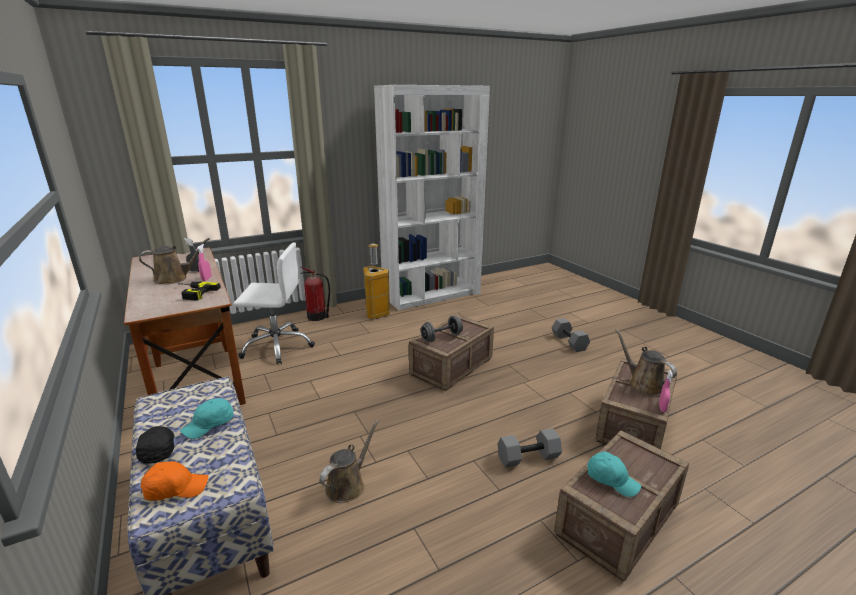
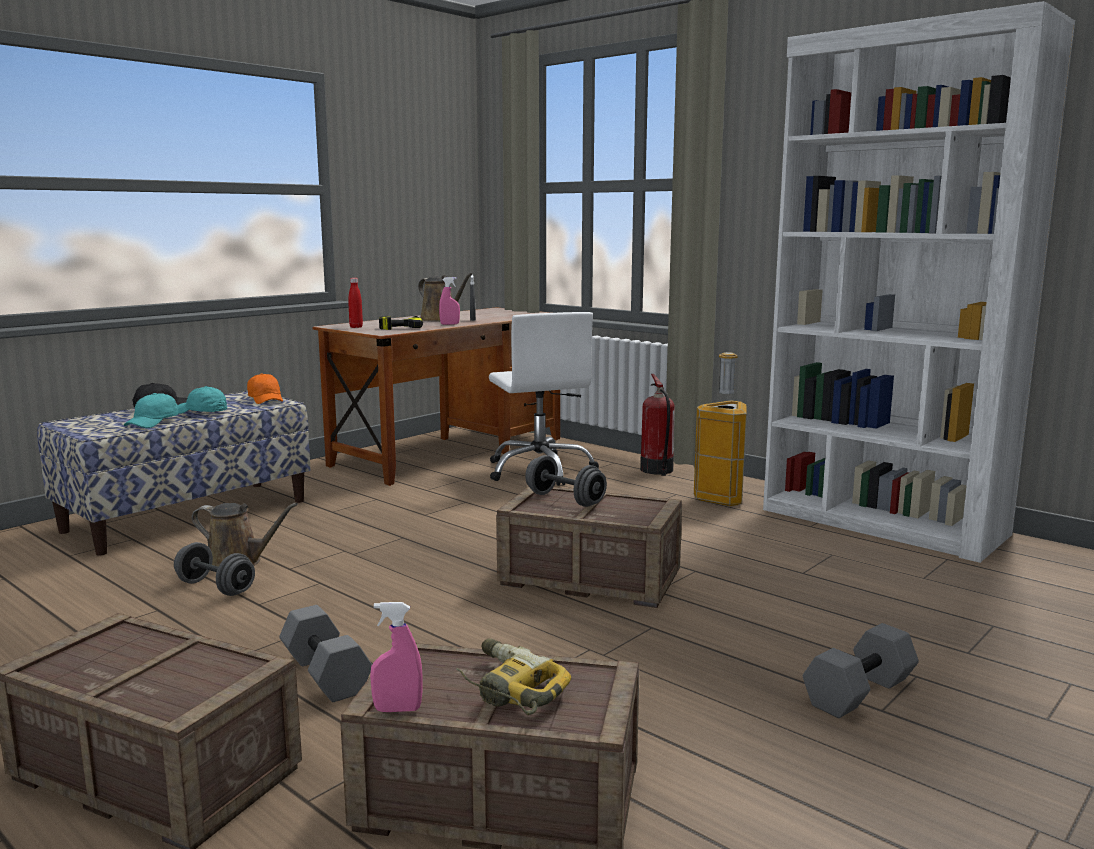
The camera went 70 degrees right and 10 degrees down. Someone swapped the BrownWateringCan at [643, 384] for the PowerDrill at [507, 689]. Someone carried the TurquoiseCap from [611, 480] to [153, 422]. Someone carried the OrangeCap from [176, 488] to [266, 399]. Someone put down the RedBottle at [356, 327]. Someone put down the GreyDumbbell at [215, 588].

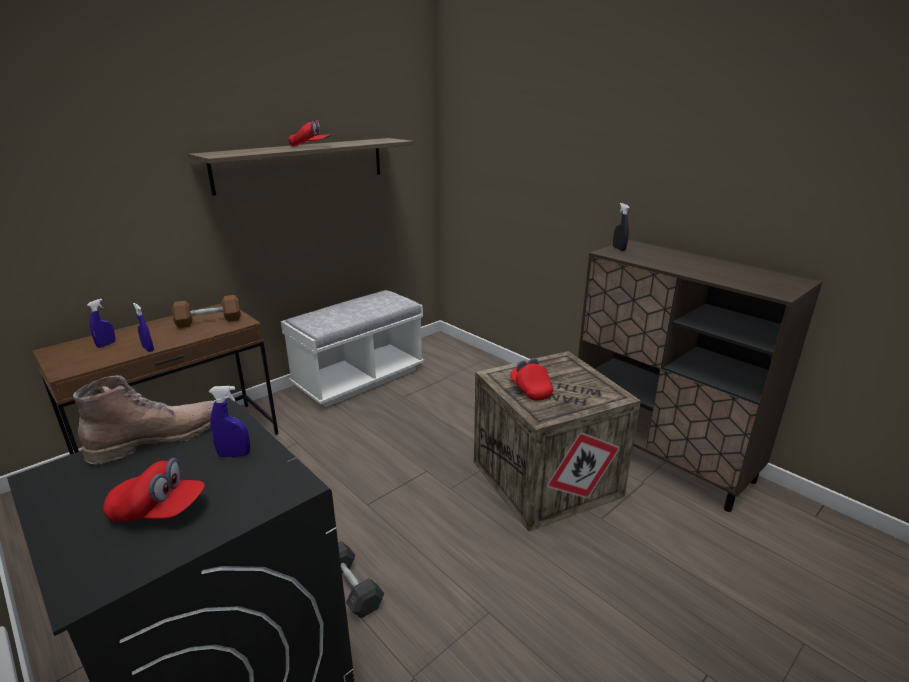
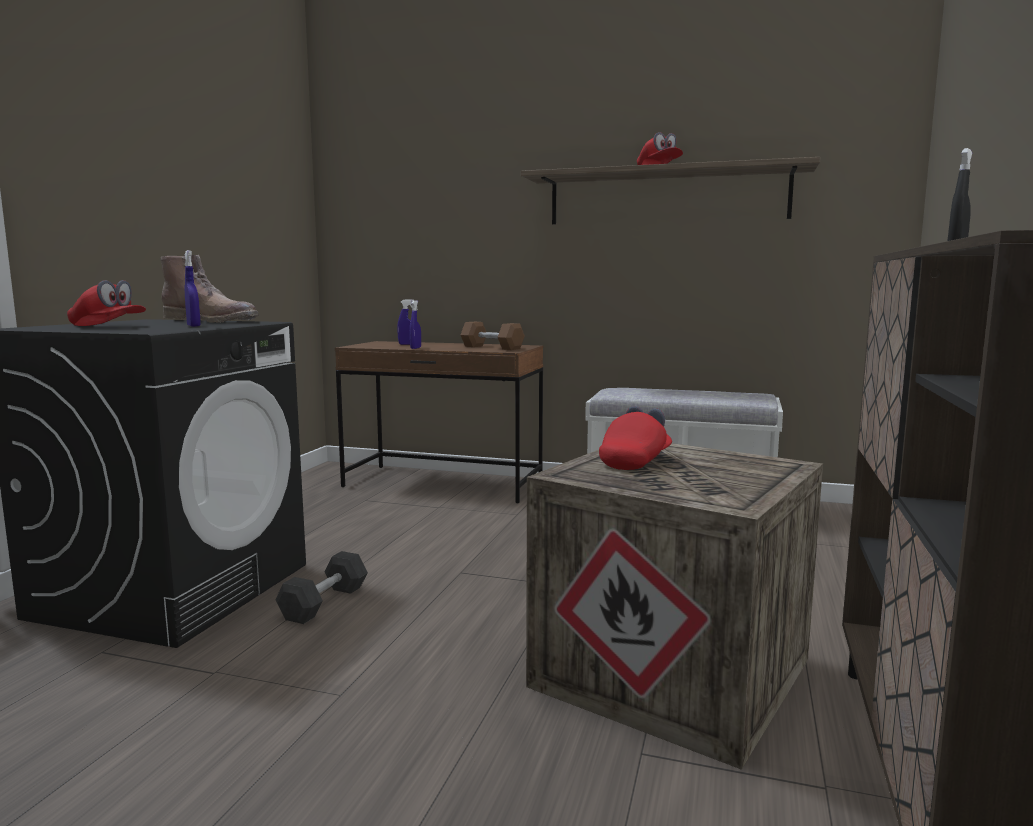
The camera went 60 degrees right and 15 degrees down. Someone rotated the RedCap at [159, 510] by 45 degrees counterclockwise.

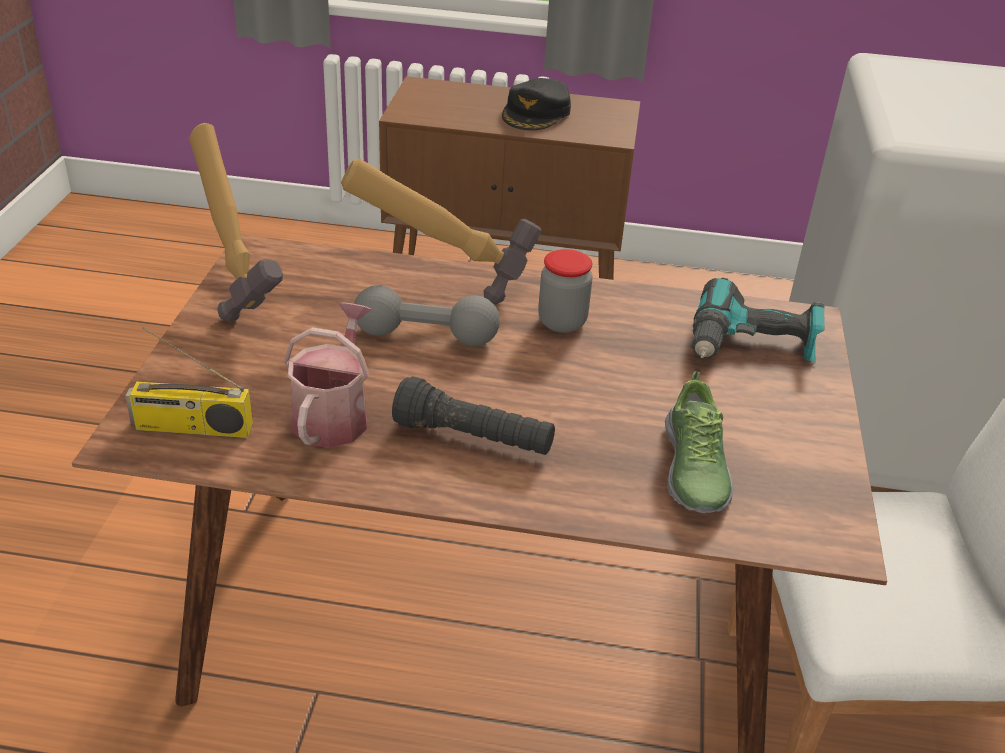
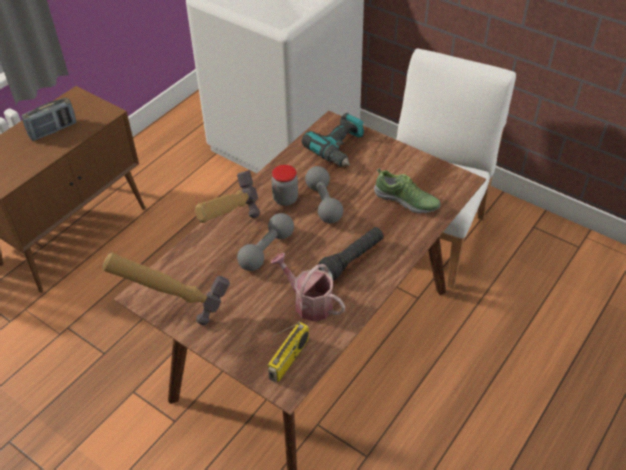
The camera went 60 degrees left and 10 degrees up. Someone swapped the BlackCap at [536, 113] for the Radio at [53, 130]. Someone put down the GreyDumbbell at [323, 203].

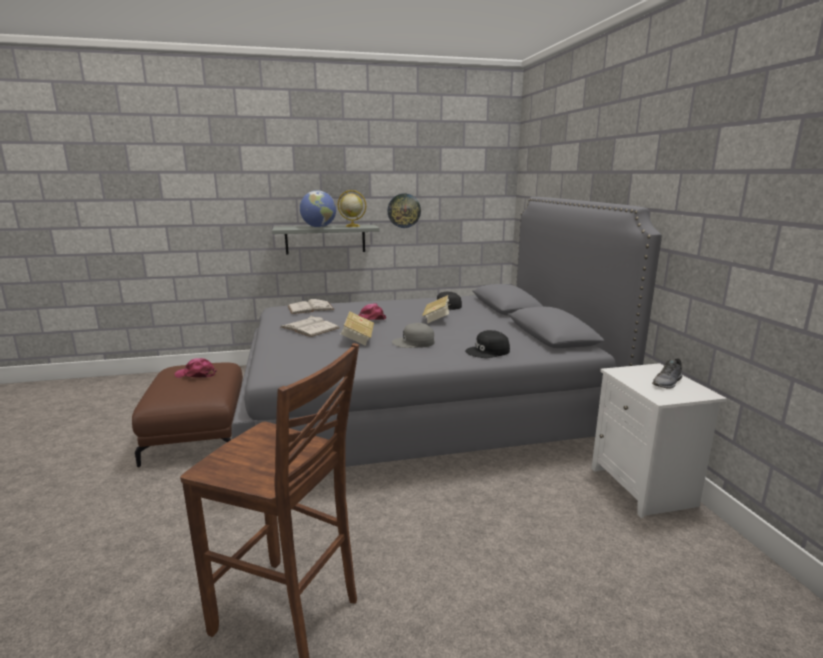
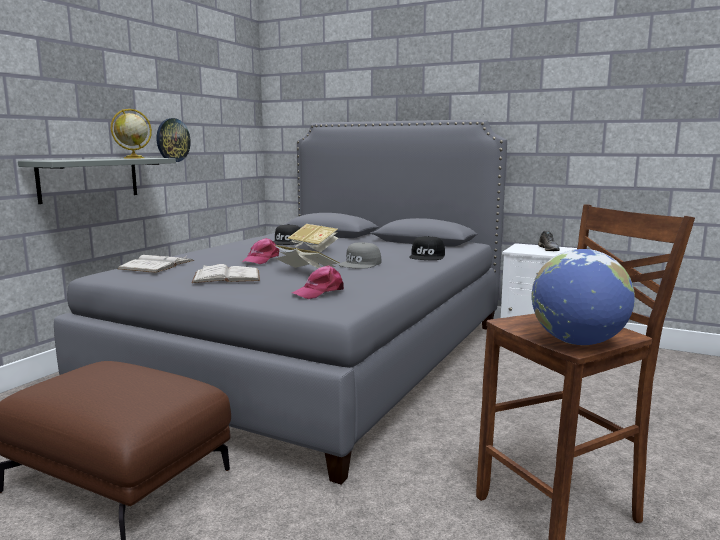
The camera went 50 degrees left and 5 degrees down. Someone carried the Globe from [319, 227] to [577, 342]. Someone carried the PinkCap from [196, 374] to [319, 292].

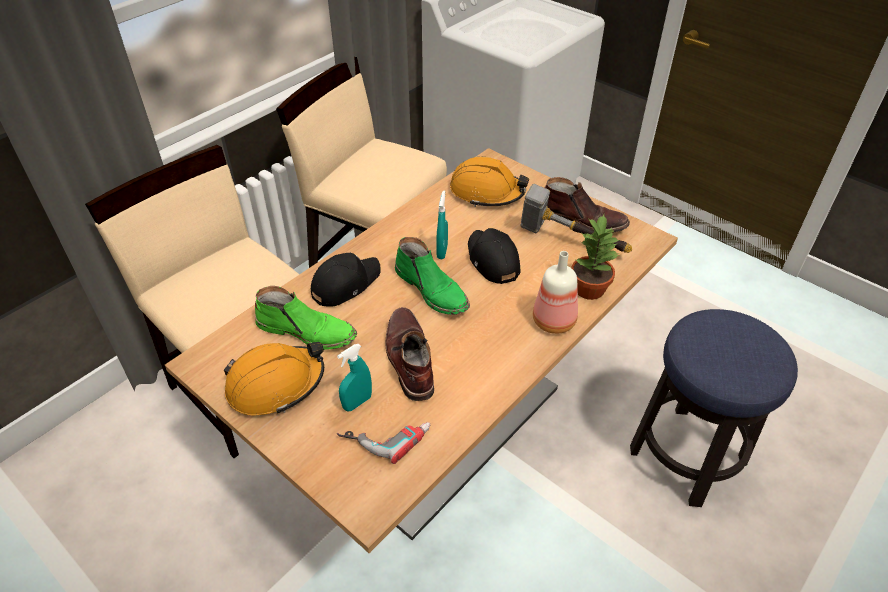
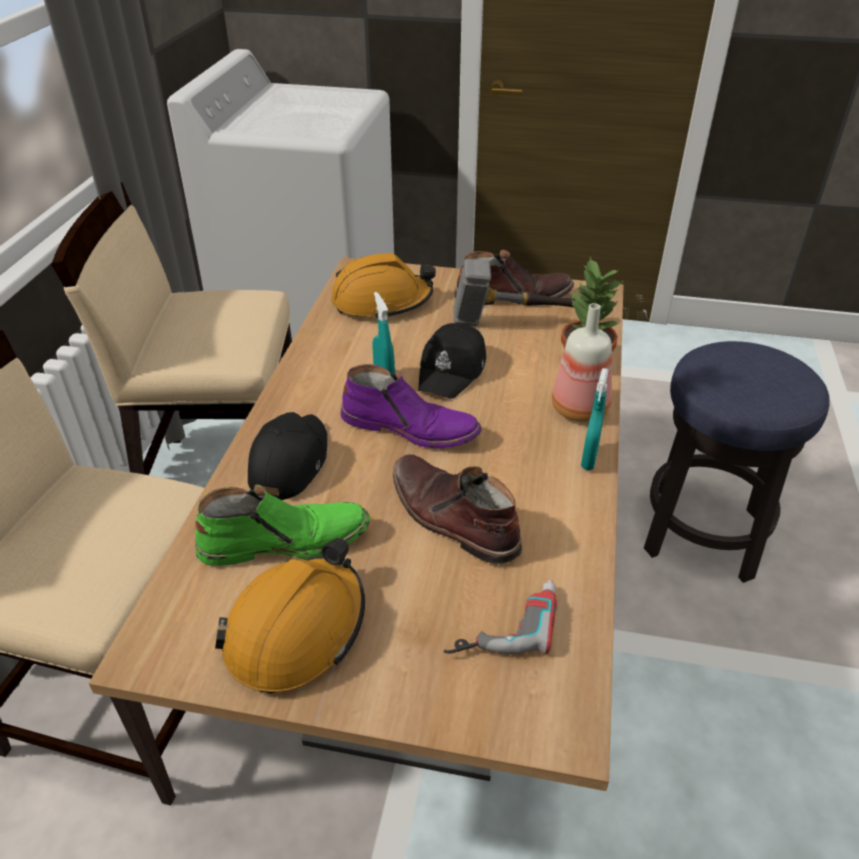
The camera went 30 degrees left and 5 degrees down. Someone rotated the BlackCap at [492, 260] by 105 degrees counterclockwise. Someone repainted the GreenBoot at [432, 290], which became the PurpleBoot at [410, 427]. Someone carried the TurquoiseSprayBottle from [357, 402] to [589, 459].

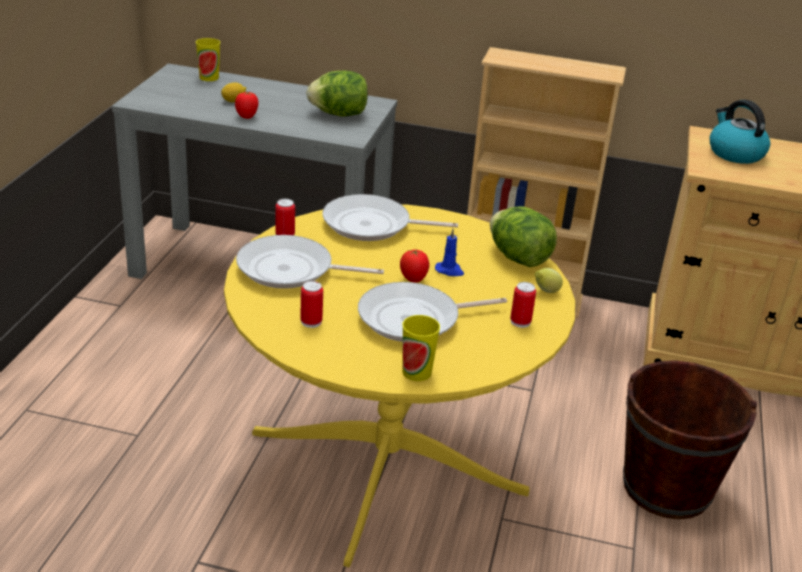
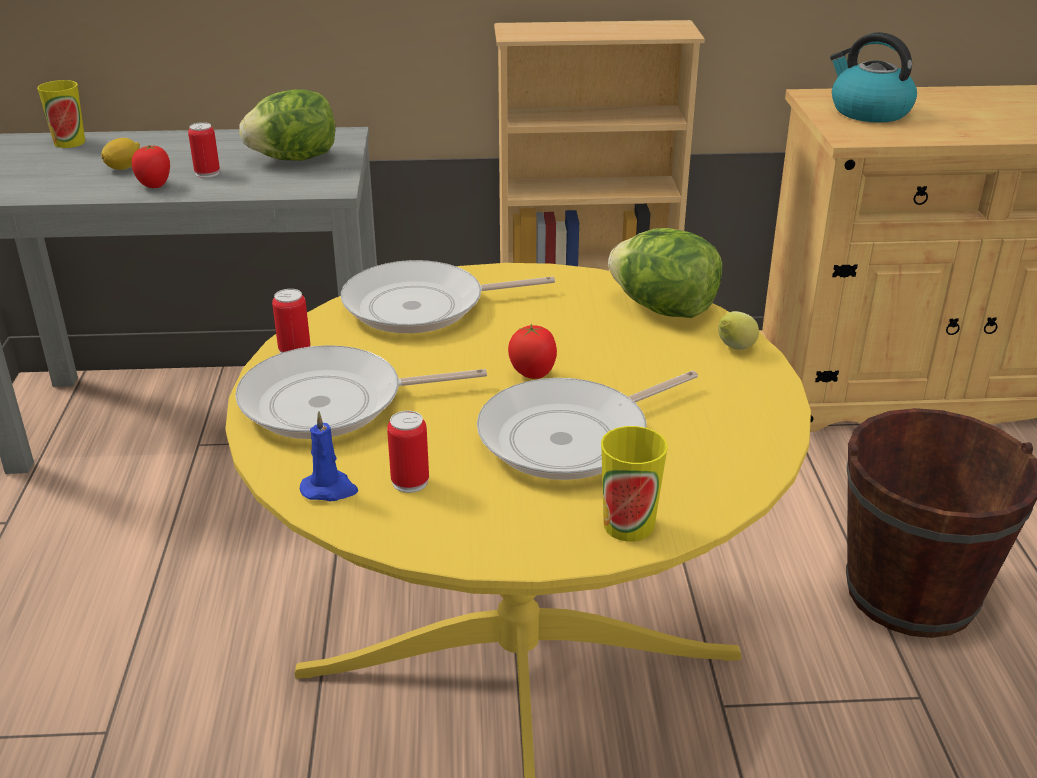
The camera went 15 degrees left and 0 degrees up. Someone carried the BlueCandle from [449, 270] to [330, 489]. Someone carried the Can from [520, 322] to [207, 173].

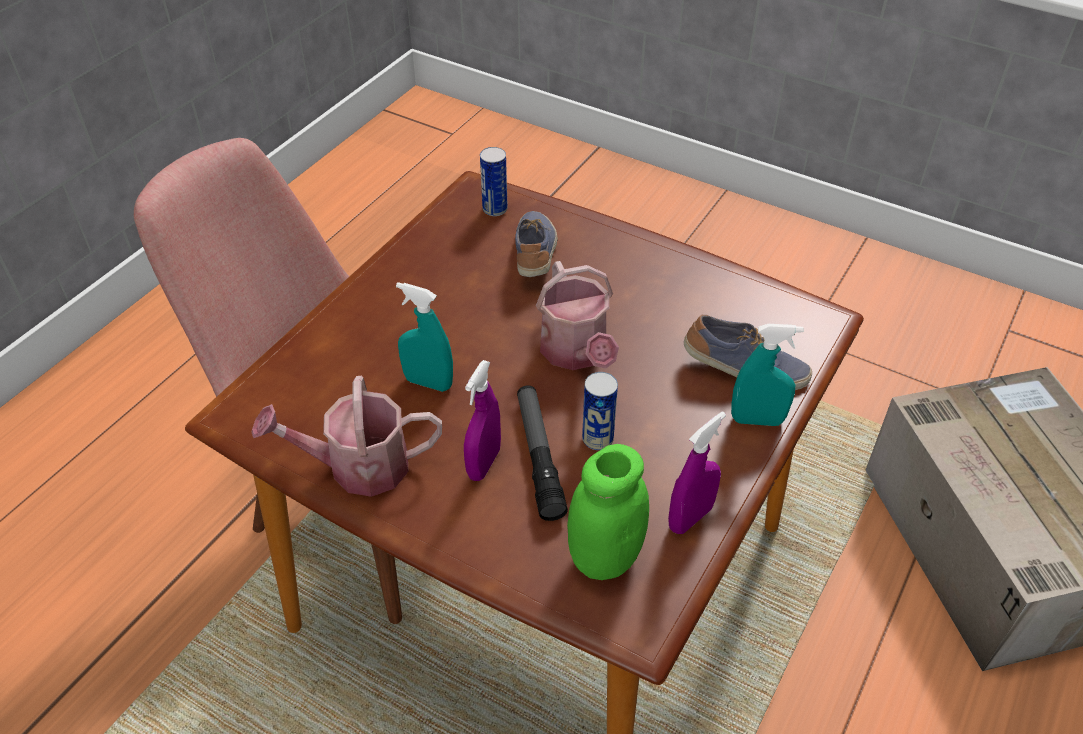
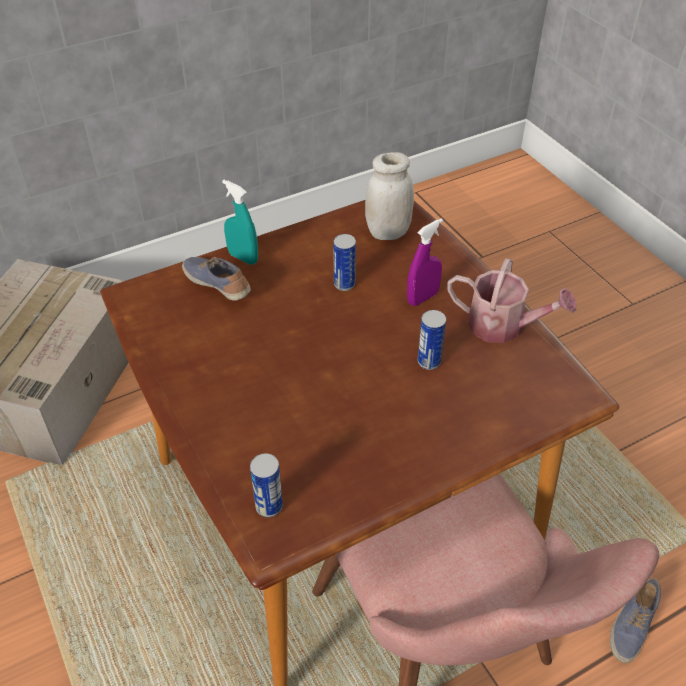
The camera went 150 degrees left and 0 degrees up. Someone carried the Shoe from [535, 254] to [631, 624]. Someone took away the WateringCan at [577, 353]. Someone swapped the TurquoiseSprayBottle at [428, 382] for the Can at [429, 362]. Someone took away the Flashlight at [539, 457]. Someone took away the PurpleSprayBottle at [690, 518]. Someone repainted the GreenJar at [604, 557], which became the WhiteJar at [388, 232].

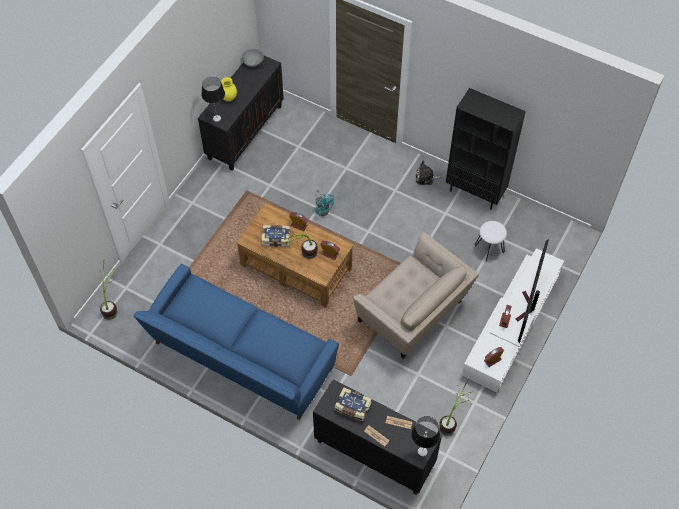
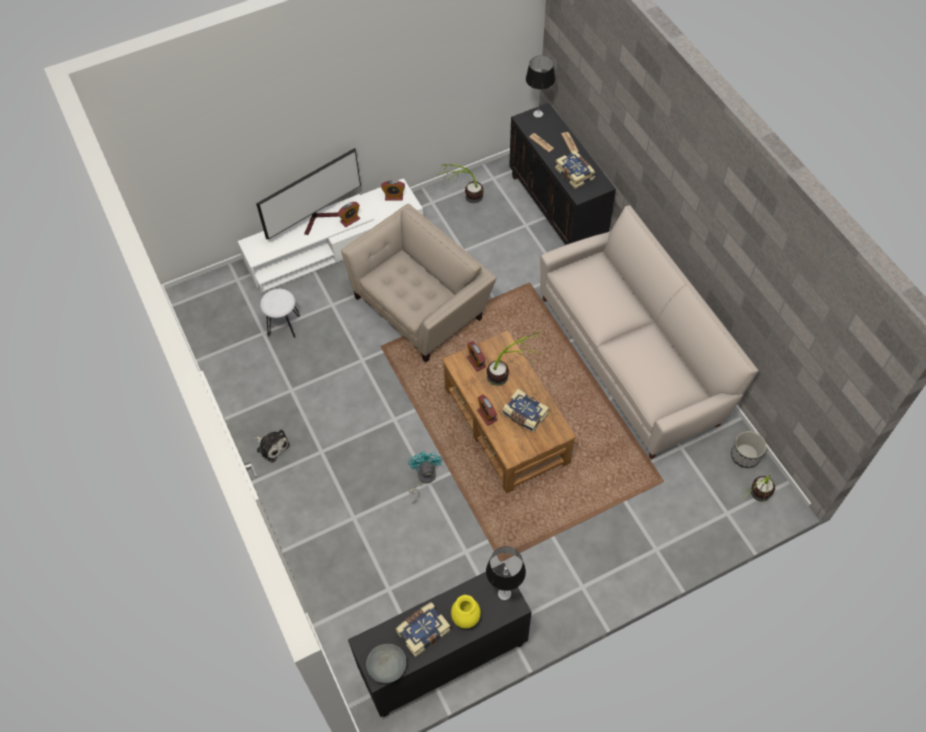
The camera went 145 degrees left and 0 degrees up. Someone took away the BlackBookcase at [475, 192]. Someone rotated the BeigeArmchair at [412, 314] by 60 degrees clockwise. Someone repainted the BlueSofa at [240, 359], which became the BeigeSofa at [633, 357]. Someone put down the Planter at [745, 455]. Someone put down the Book at [422, 631].

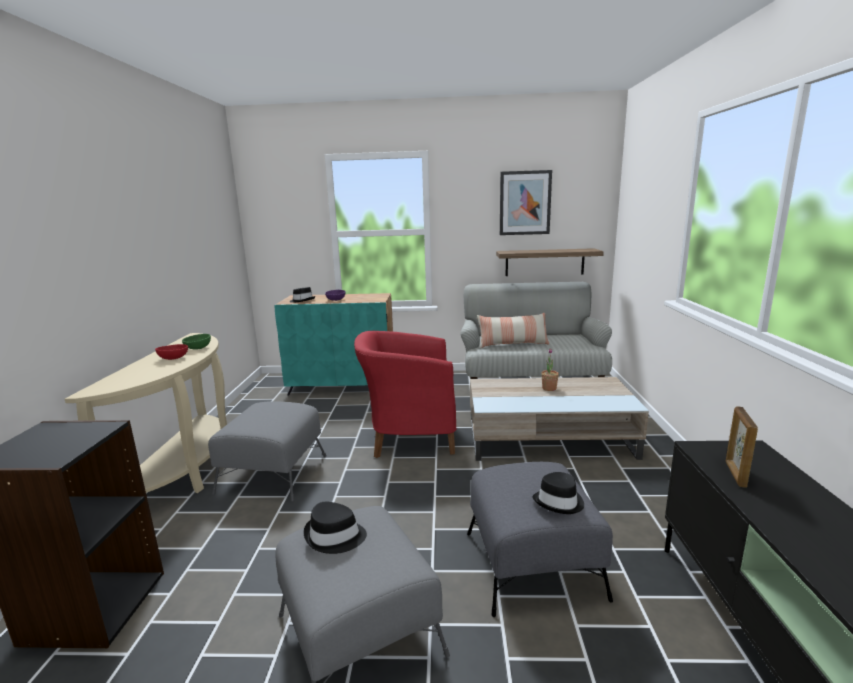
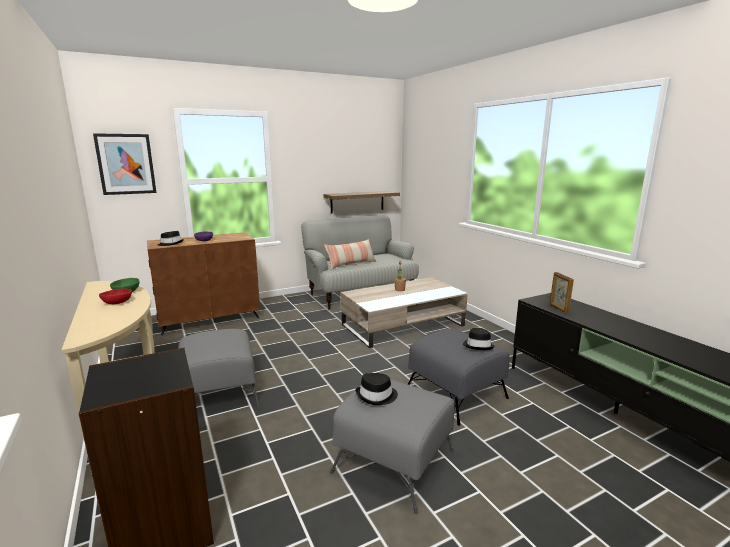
The camera went 30 degrees left and 0 degrees up. Someone carried the Picture from [525, 203] to [126, 164]. Someone repainted the TurquoiseCabinet at [343, 386], which became the BrownCabinet at [210, 319]. Someone took away the RedArmchair at [409, 437].

